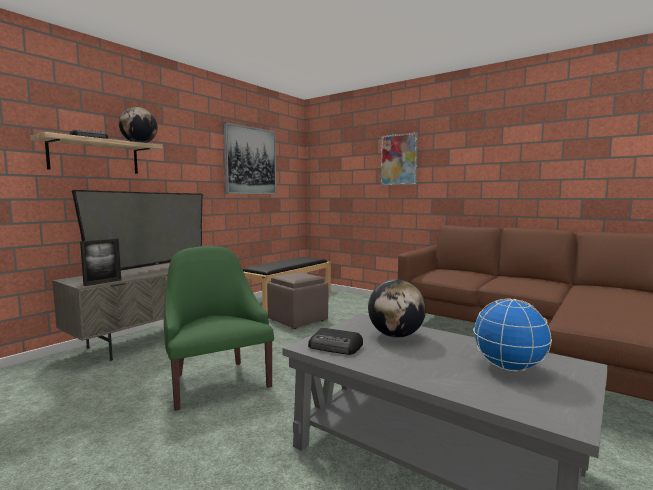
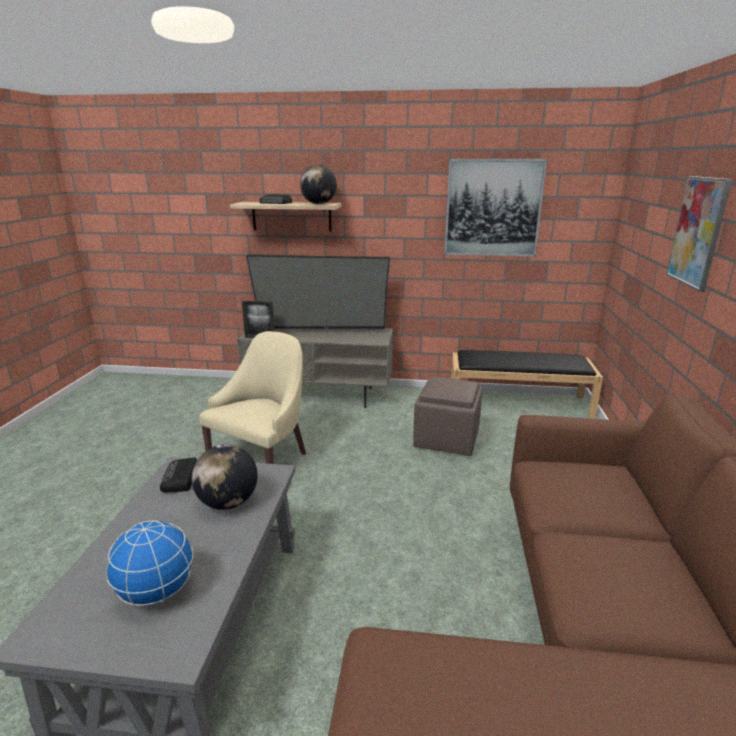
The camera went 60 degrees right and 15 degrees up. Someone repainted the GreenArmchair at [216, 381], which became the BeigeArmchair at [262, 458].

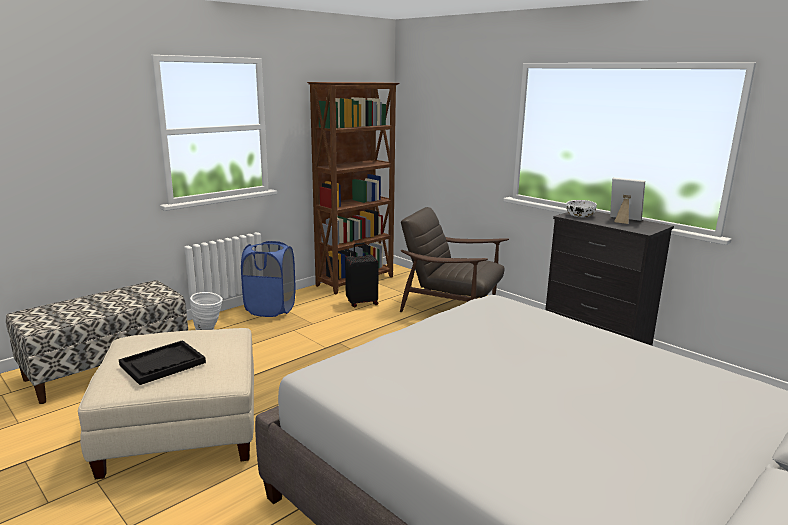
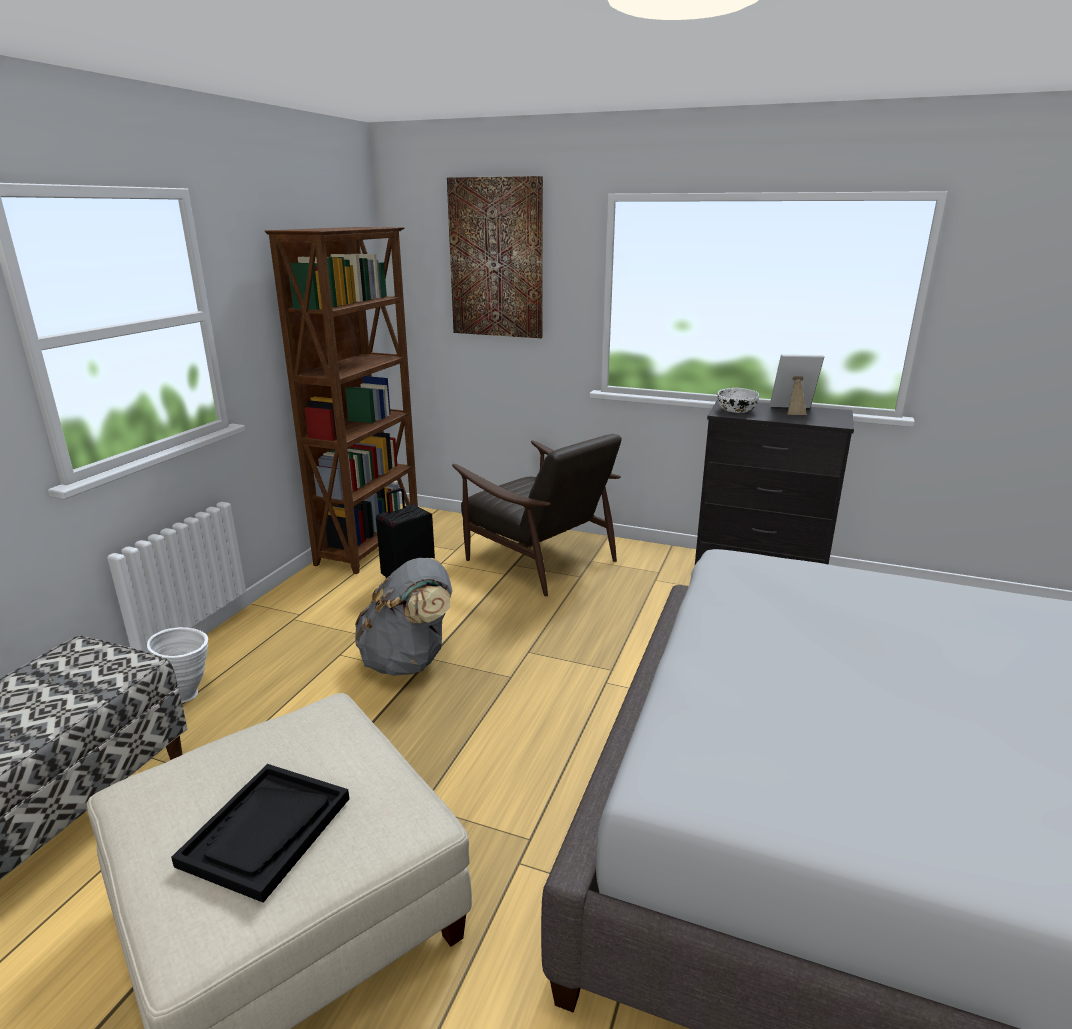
The camera went 25 degrees left and 5 degrees up. Someone rotated the BrownArmchair at [451, 307] by 135 degrees counterclockwise. Someone took away the BlueLaundryBasket at [270, 309]. Someone put up the Picture at [496, 259]. Someone put down the GreyBackpack at [409, 661].

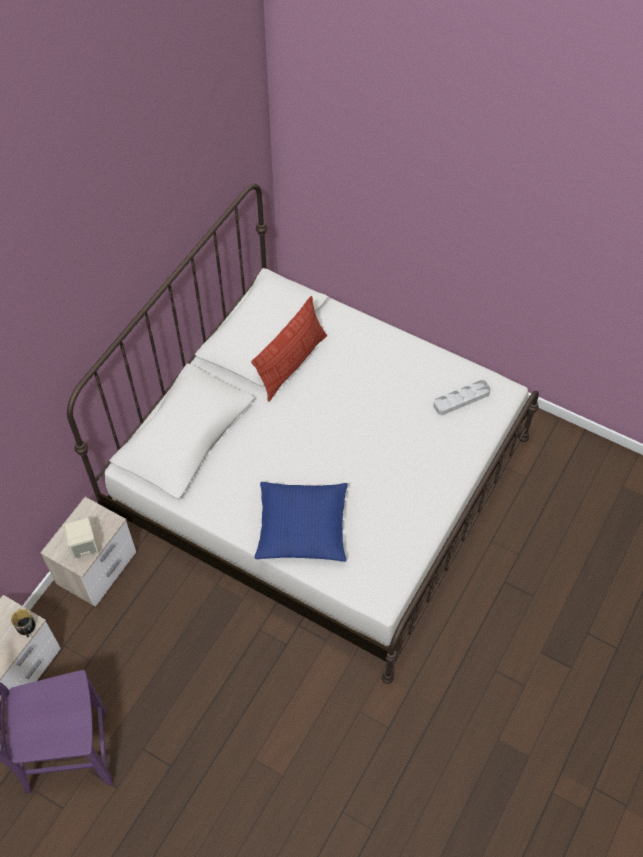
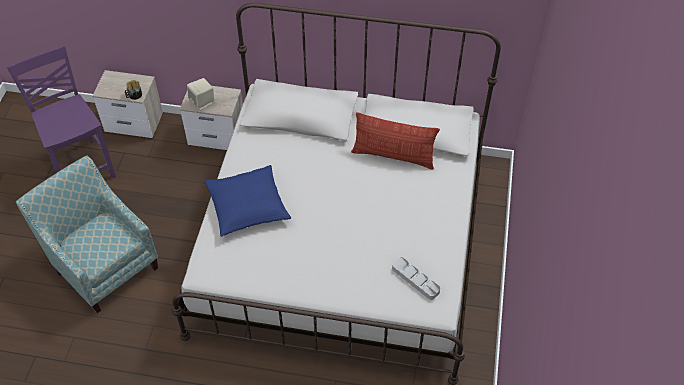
The camera went 70 degrees right and 5 degrees down. Someone put down the Armchair at [103, 264].

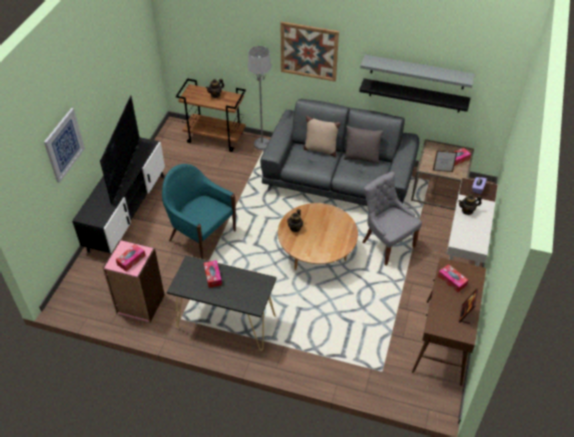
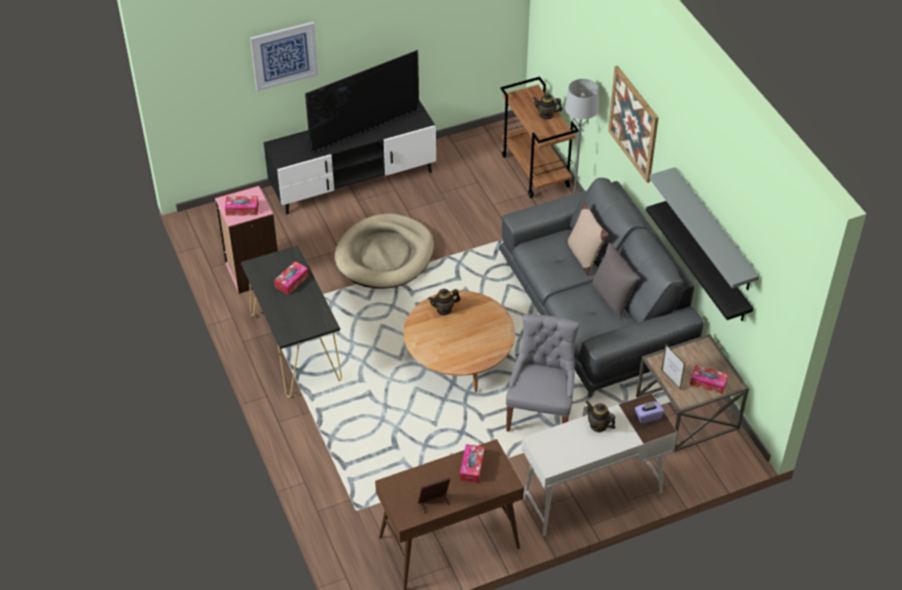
The camera went 50 degrees right and 0 degrees up. Someone swapped the TurquoiseArmchair at [201, 235] for the BeigeDogBed at [385, 255].

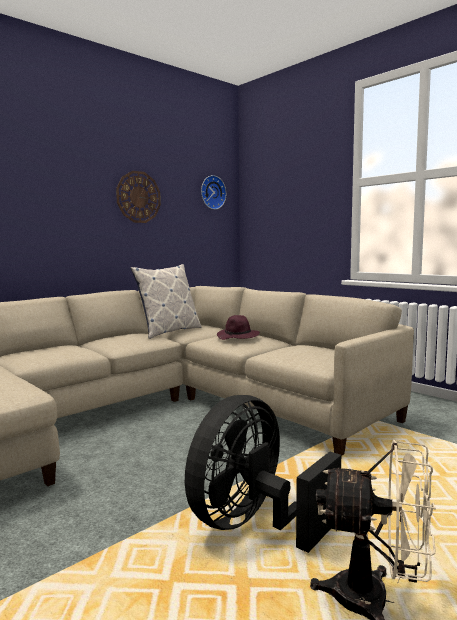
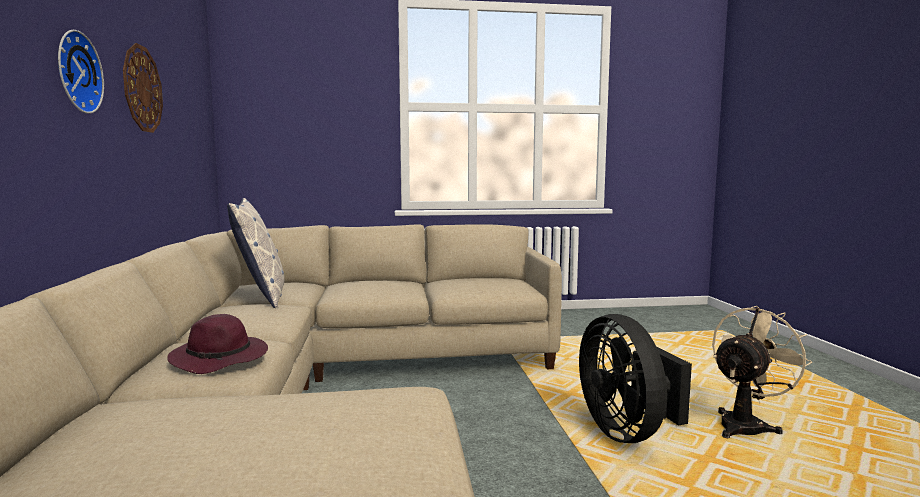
The camera went 55 degrees left and 0 degrees up. Someone carried the WallClock from [212, 192] to [75, 72]. Someone carried the PurpleHat from [238, 337] to [221, 359].

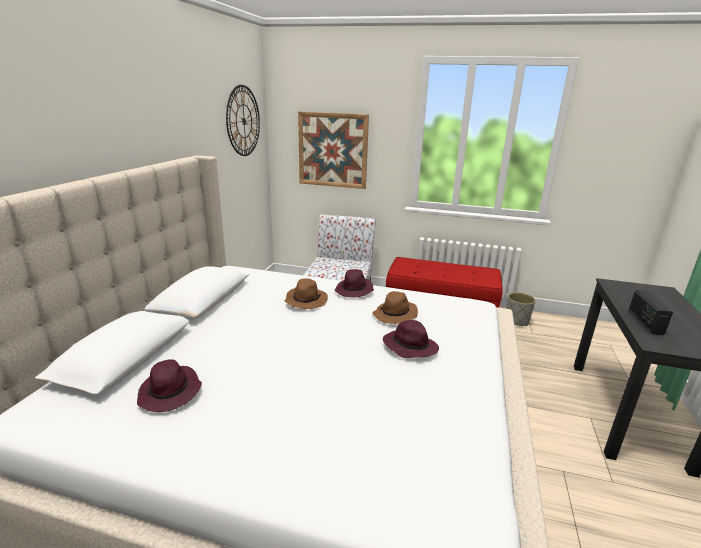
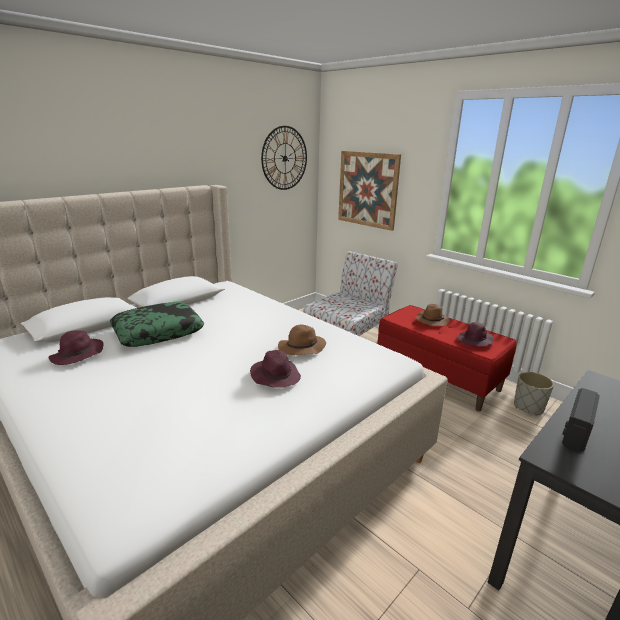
The camera went 30 degrees right and 0 degrees up. Someone carried the PurpleHat from [354, 290] to [474, 341]. Someone carried the BrownHat from [306, 300] to [431, 320]. Someone put down the Pillow at [158, 332].

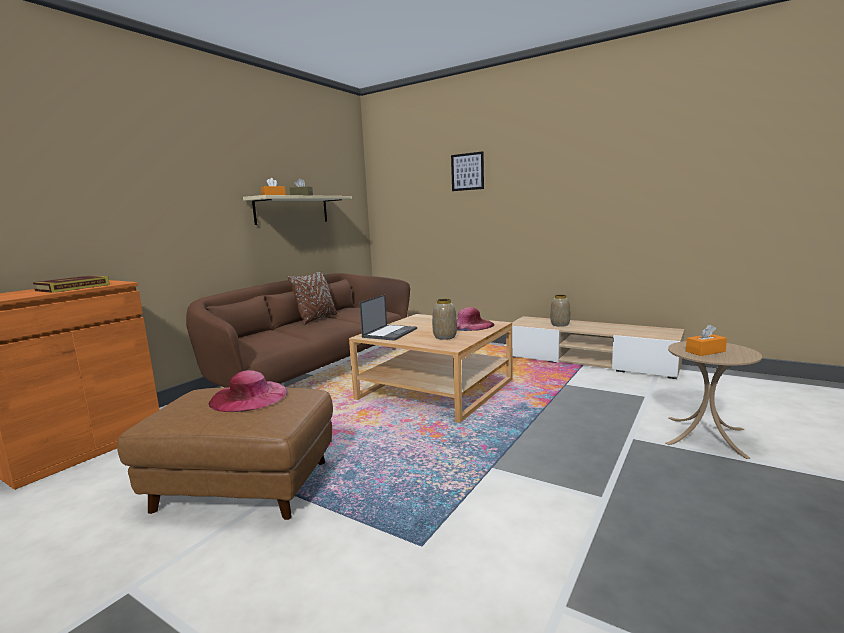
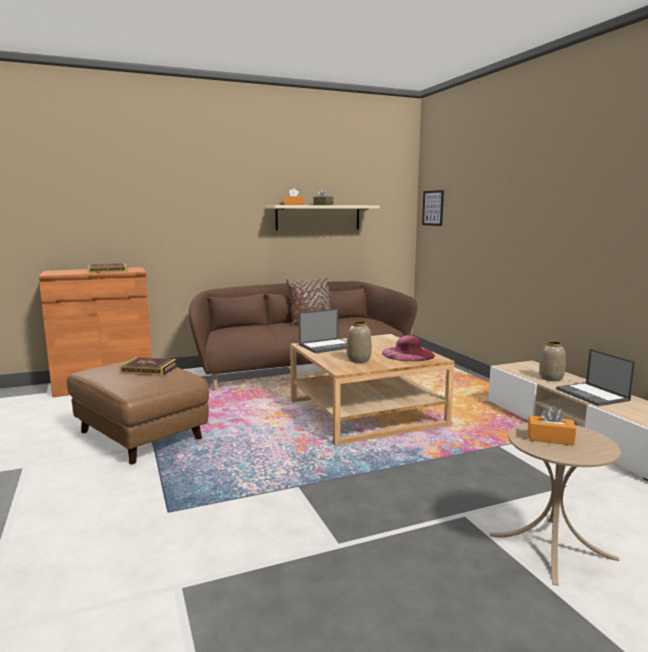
The camera went 35 degrees right and 0 degrees up. Someone carried the Picture from [467, 171] to [433, 208]. Someone swapped the PinkHat at [249, 397] for the Book at [149, 369]. Someone put down the Laptop at [593, 395].

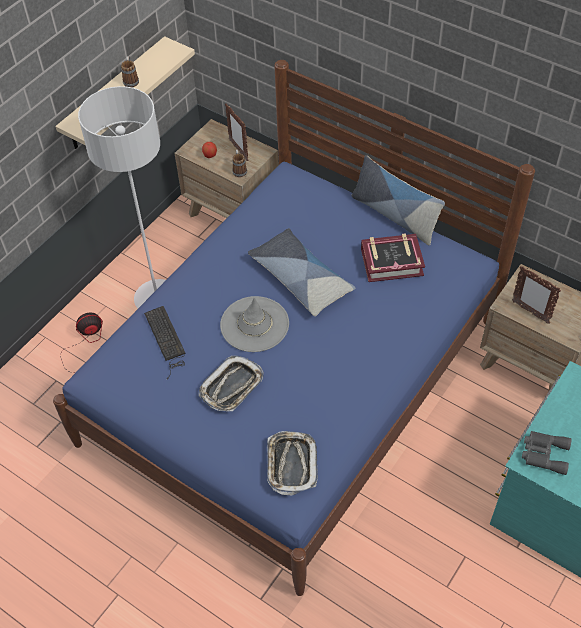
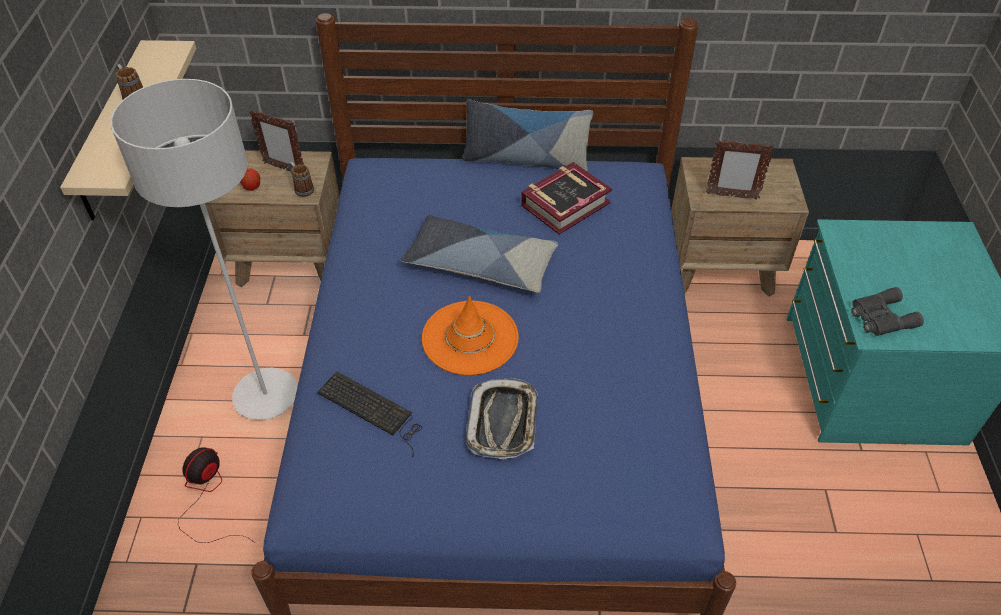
The camera went 35 degrees left and 5 degrees down. Someone repainted the GreyHat at [254, 324], which became the OrangeHat at [470, 338]. Someone took away the Tray at [291, 464].

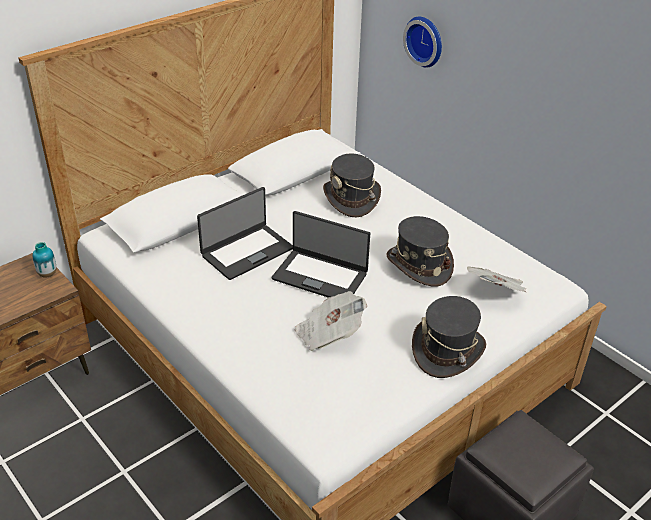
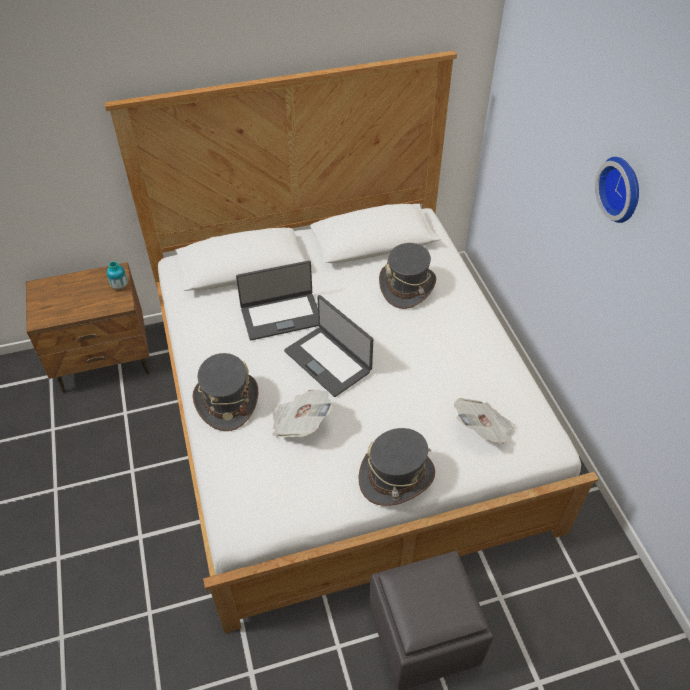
The camera went 25 degrees right and 10 degrees up. Someone carried the WallClock from [425, 41] to [622, 188]. Someone carried the GreyHat from [419, 265] to [227, 401].

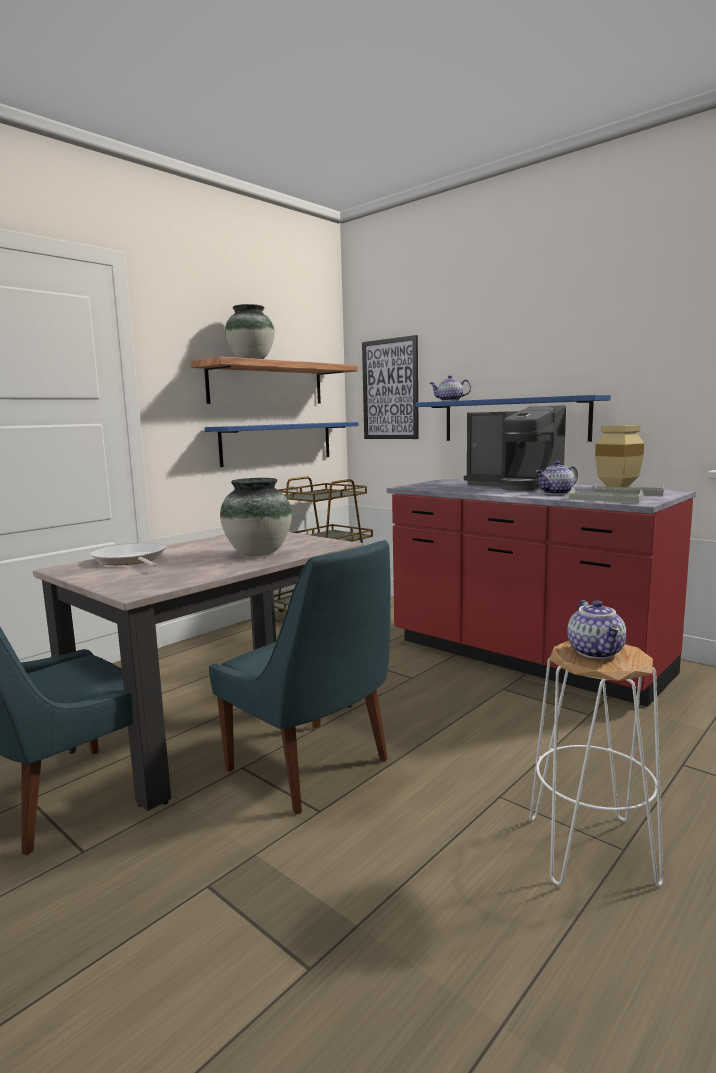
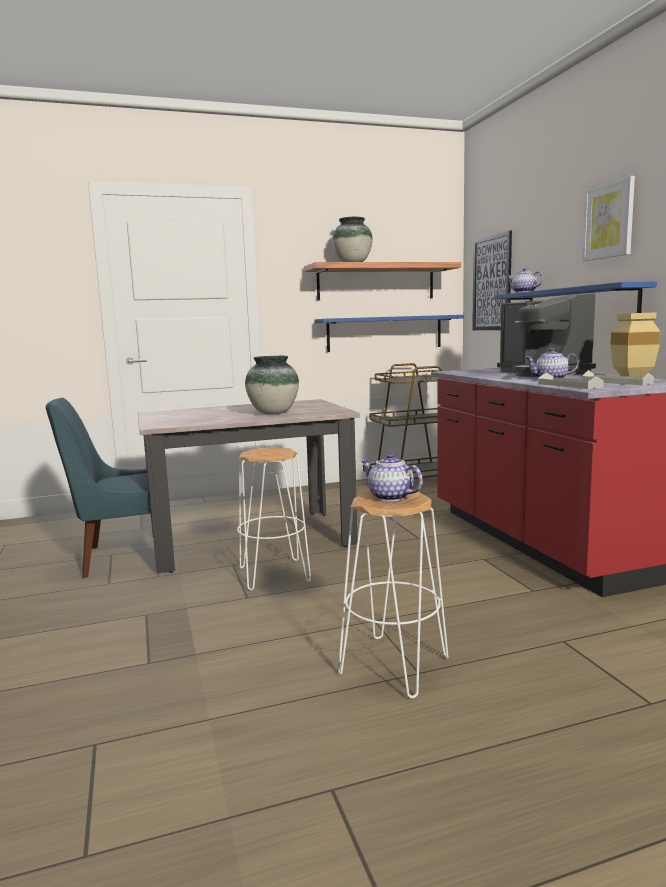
The camera went 30 degrees right and 0 degrees up. Someone swapped the BlueChair at [312, 767] for the WhiteStool at [273, 574]. Someone took away the FryingPan at [130, 560]. Someone rotated the Teapot at [597, 652] by 105 degrees clockwise. Someone put up the Picture at [609, 221].

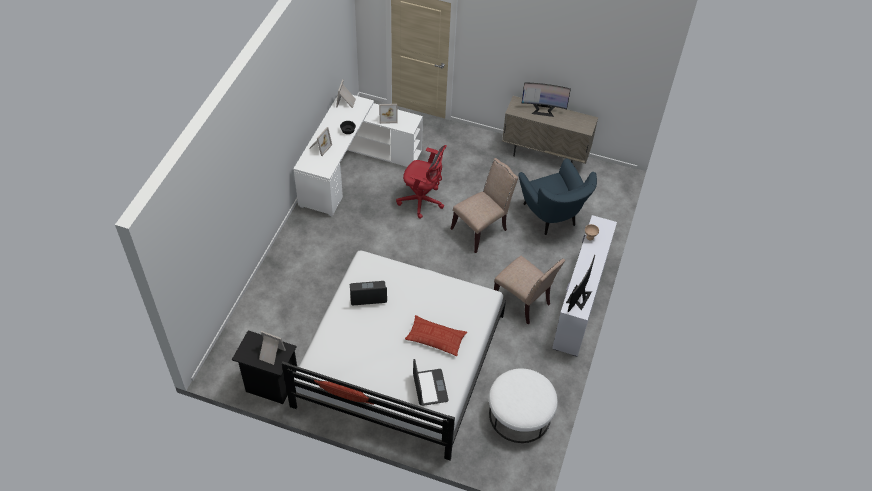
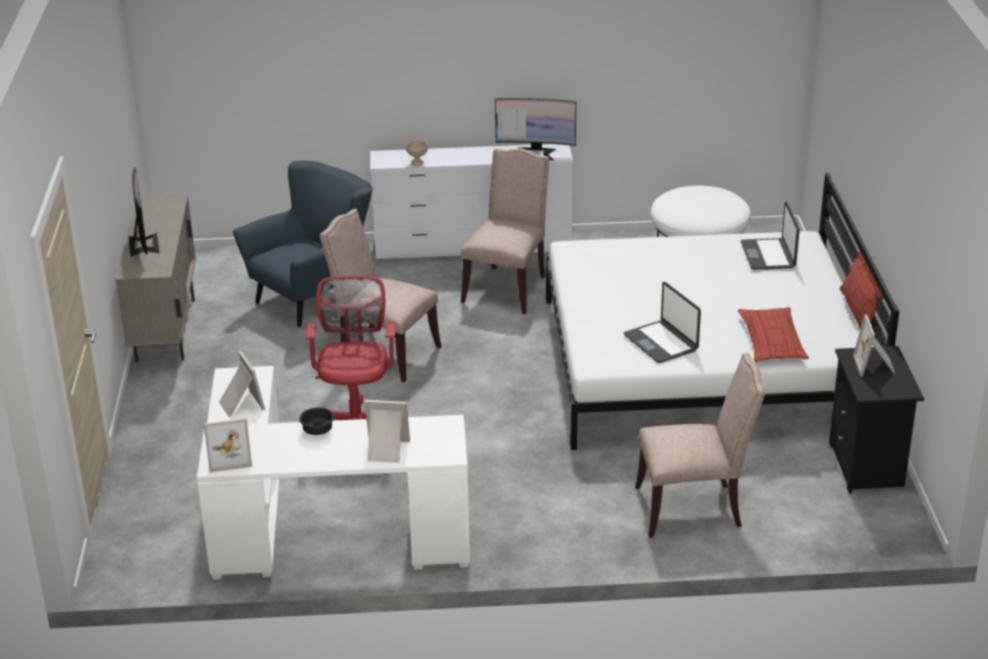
The camera went 110 degrees left and 20 degrees down. Someone carried the Pillow from [435, 338] to [772, 341]. Someone rotated the Laptop at [429, 388] by 60 degrees counterclockwise. Someone put down the BeigeChair at [693, 508].

